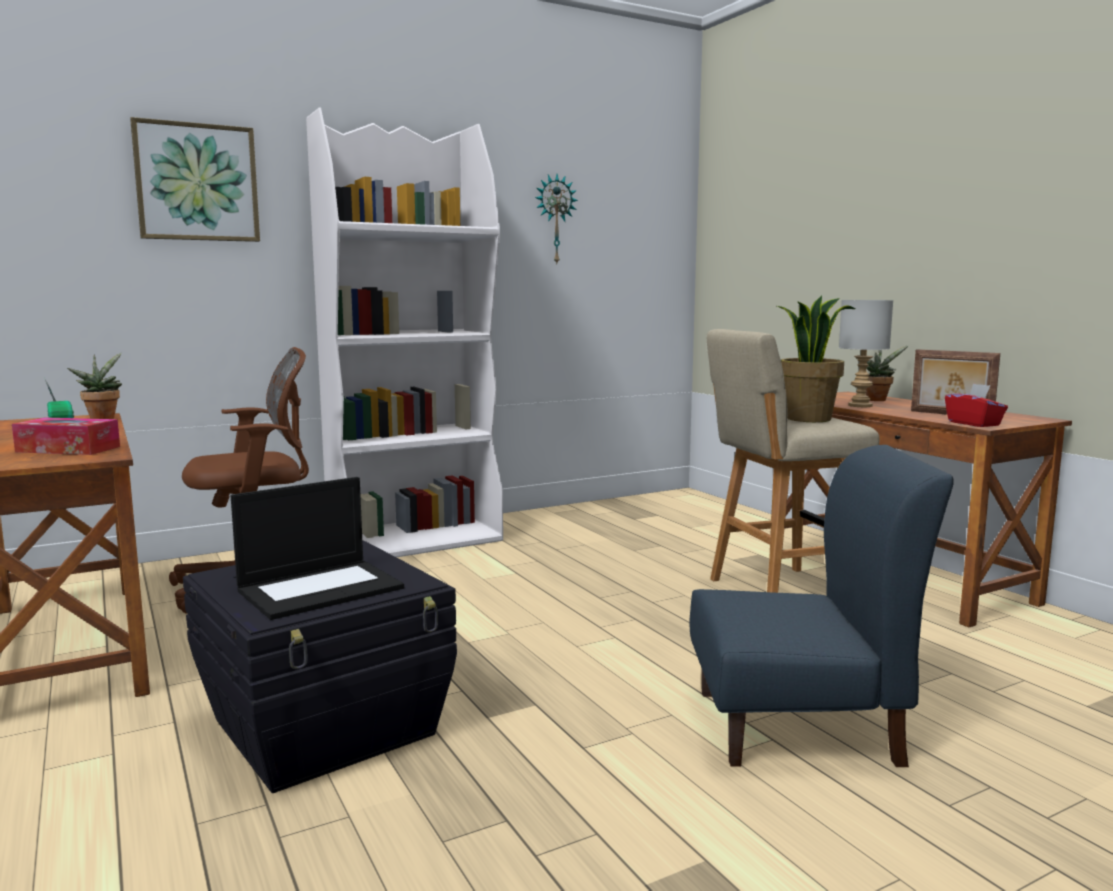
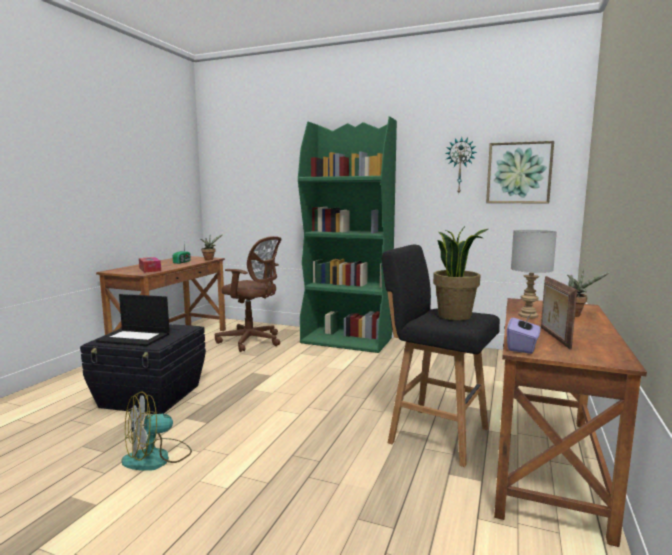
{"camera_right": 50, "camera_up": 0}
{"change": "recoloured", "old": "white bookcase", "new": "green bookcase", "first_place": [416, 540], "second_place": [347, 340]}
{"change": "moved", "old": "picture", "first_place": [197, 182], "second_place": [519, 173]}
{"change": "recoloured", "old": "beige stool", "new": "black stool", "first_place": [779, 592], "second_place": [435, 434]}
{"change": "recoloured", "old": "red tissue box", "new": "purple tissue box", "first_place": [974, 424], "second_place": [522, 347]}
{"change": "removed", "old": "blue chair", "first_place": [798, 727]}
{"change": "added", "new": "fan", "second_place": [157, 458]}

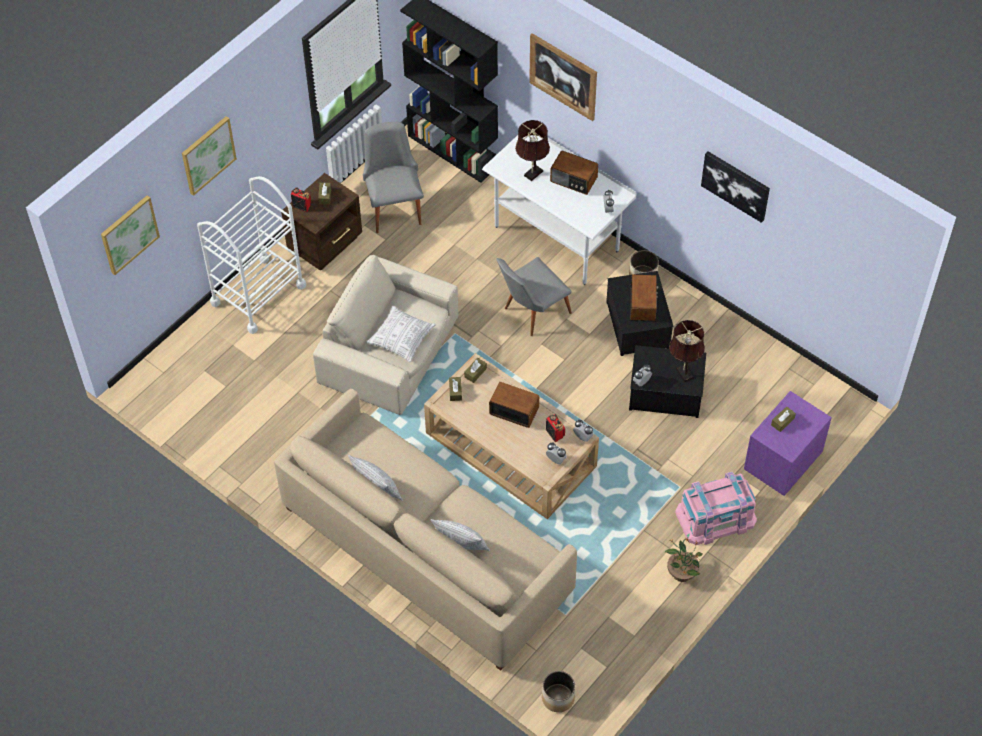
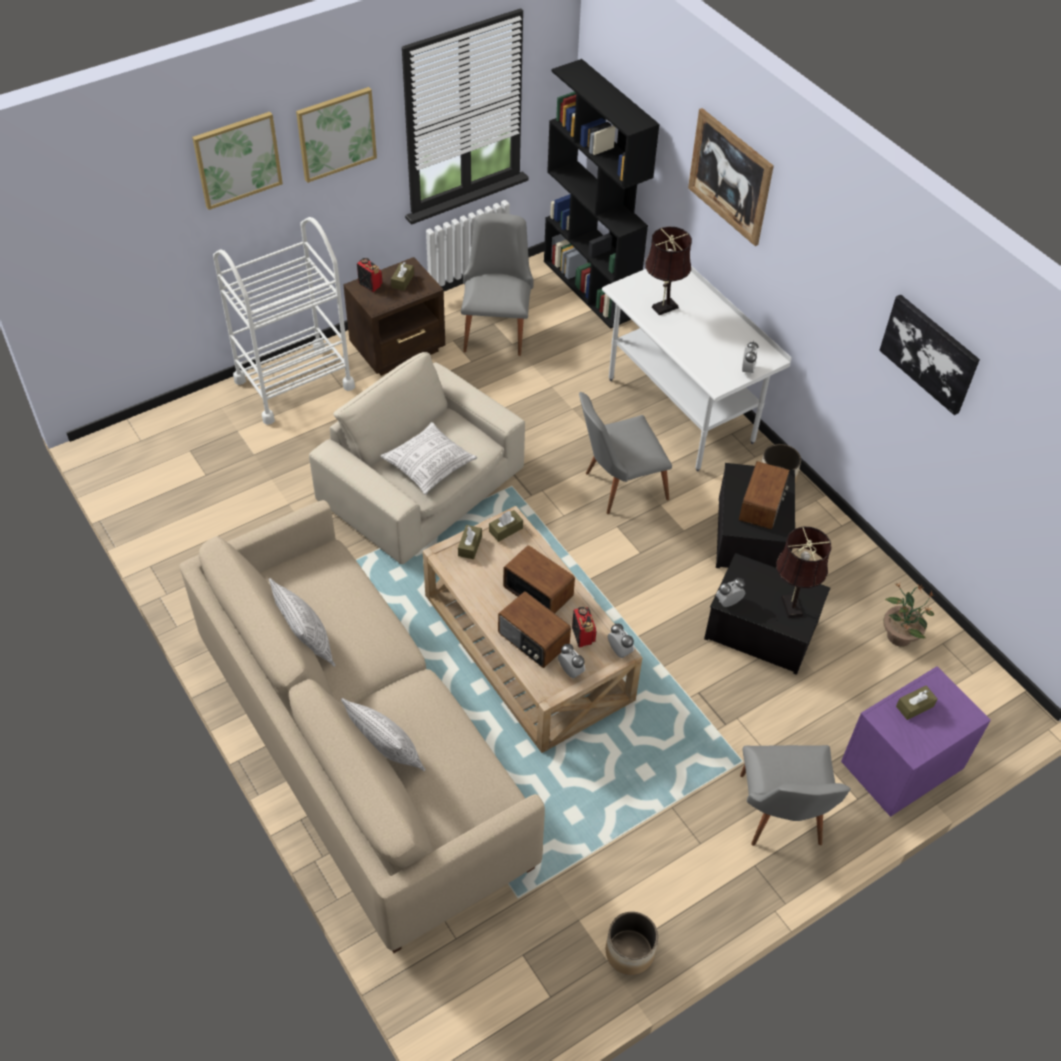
{"camera_right": 15, "camera_up": -5}
{"change": "moved", "old": "radio", "first_place": [573, 180], "second_place": [533, 640]}
{"change": "moved", "old": "picture", "first_place": [129, 234], "second_place": [336, 133]}
{"change": "replaced", "old": "pink storage box", "new": "grey chair", "first_place": [715, 517], "second_place": [781, 818]}
{"change": "moved", "old": "potted plant", "first_place": [682, 573], "second_place": [899, 635]}
{"change": "moved", "old": "planter", "first_place": [558, 698], "second_place": [630, 952]}

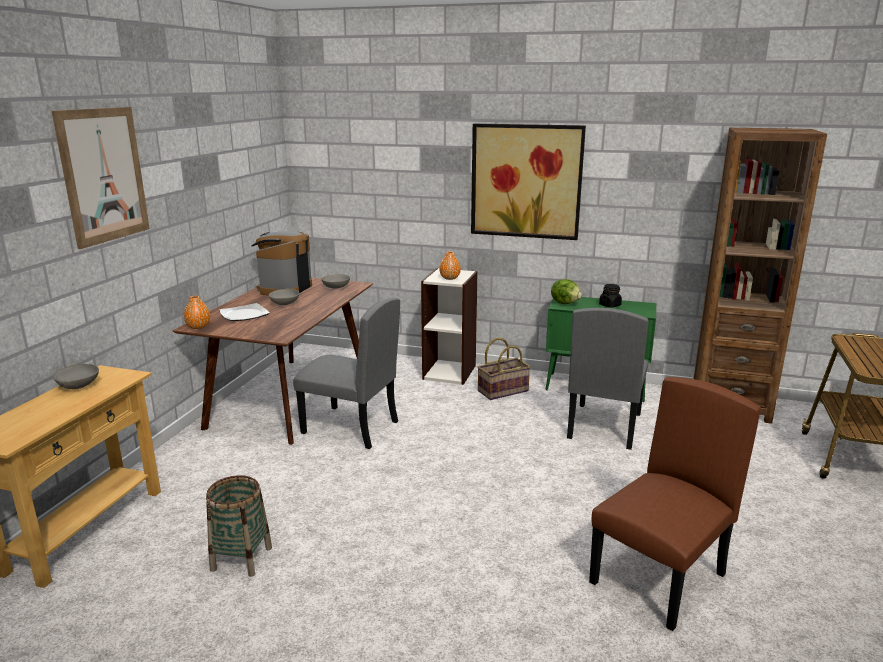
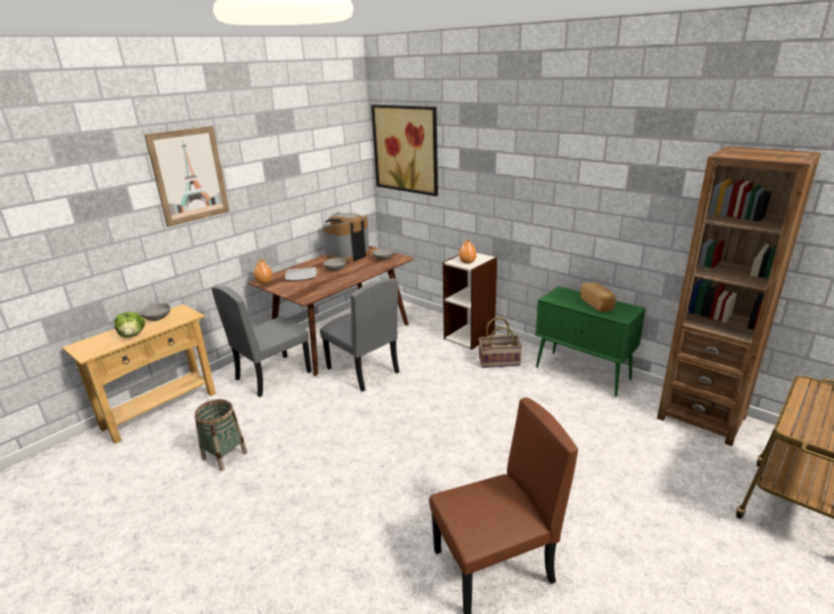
{"camera_right": 25, "camera_up": 5}
{"change": "moved", "old": "picture", "first_place": [526, 181], "second_place": [405, 149]}
{"change": "moved", "old": "lettuce", "first_place": [565, 303], "second_place": [132, 335]}
{"change": "replaced", "old": "black jar", "new": "bread", "first_place": [610, 305], "second_place": [597, 304]}
{"change": "moved", "old": "grey chair", "first_place": [603, 426], "second_place": [273, 375]}

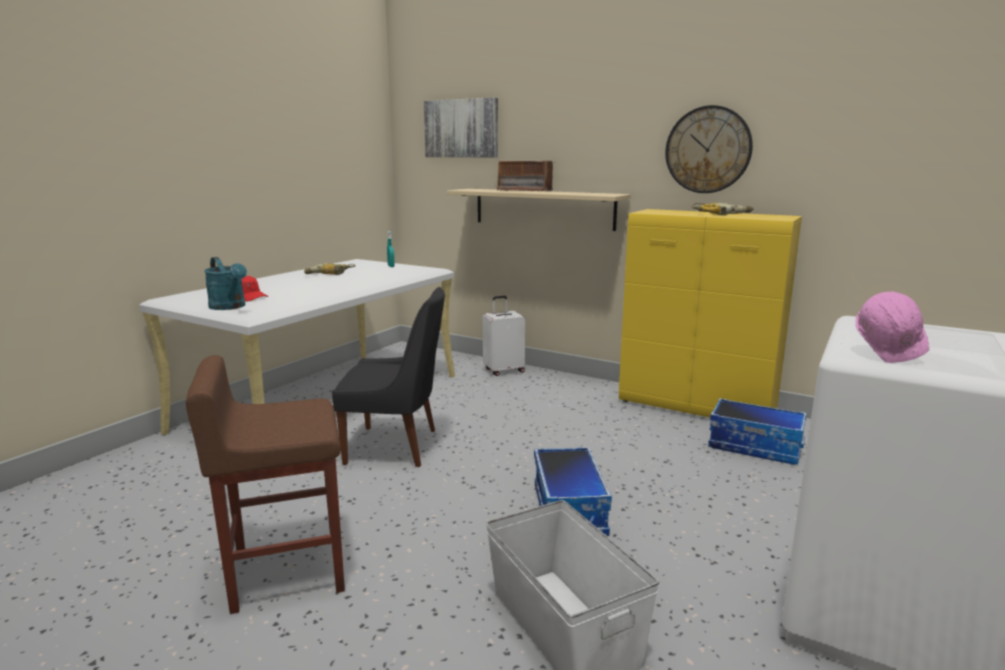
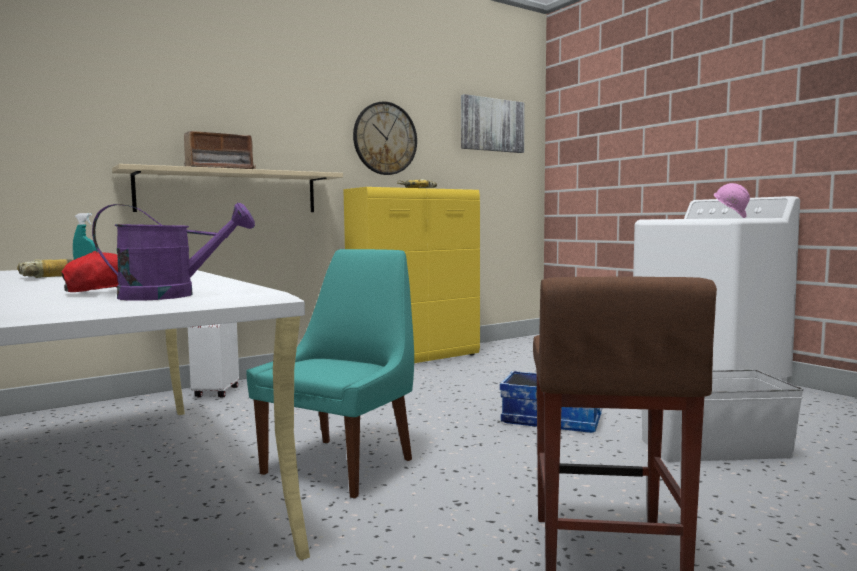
{"camera_right": -65, "camera_up": -10}
{"change": "moved", "old": "picture", "first_place": [461, 128], "second_place": [492, 125]}
{"change": "recoloured", "old": "turquoise watering can", "new": "purple watering can", "first_place": [230, 307], "second_place": [172, 295]}
{"change": "recoloured", "old": "black chair", "new": "turquoise chair", "first_place": [396, 447], "second_place": [342, 464]}
{"change": "removed", "old": "storage box", "first_place": [755, 447]}

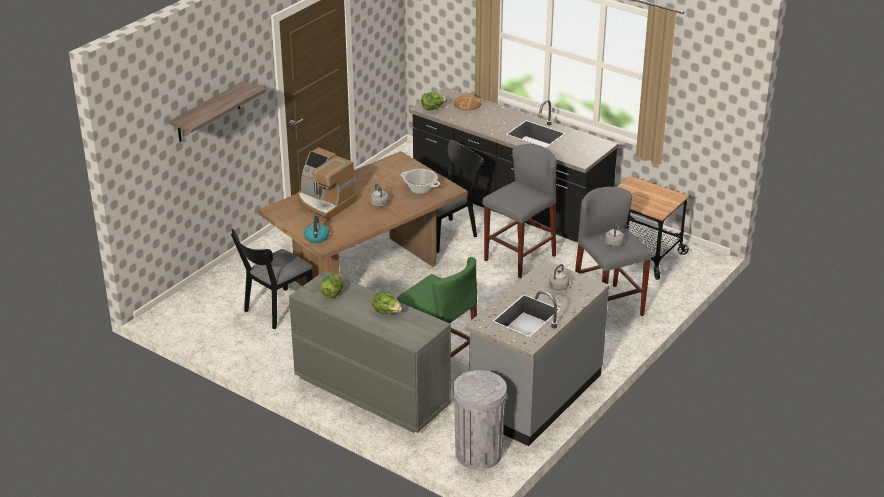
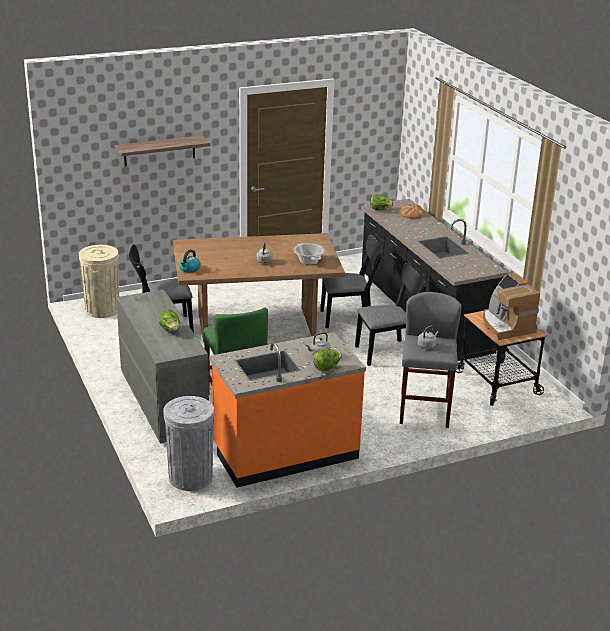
{"camera_right": 30, "camera_up": -5}
{"change": "replaced", "old": "grey stool", "new": "black chair", "first_place": [519, 258], "second_place": [389, 352]}
{"change": "moved", "old": "coffee machine", "first_place": [324, 203], "second_place": [505, 325]}
{"change": "recoloured", "old": "grey counter", "new": "orange counter", "first_place": [534, 395], "second_place": [285, 452]}
{"change": "moved", "old": "lettuce", "first_place": [332, 293], "second_place": [327, 368]}
{"change": "added", "new": "beige trash can", "second_place": [102, 310]}

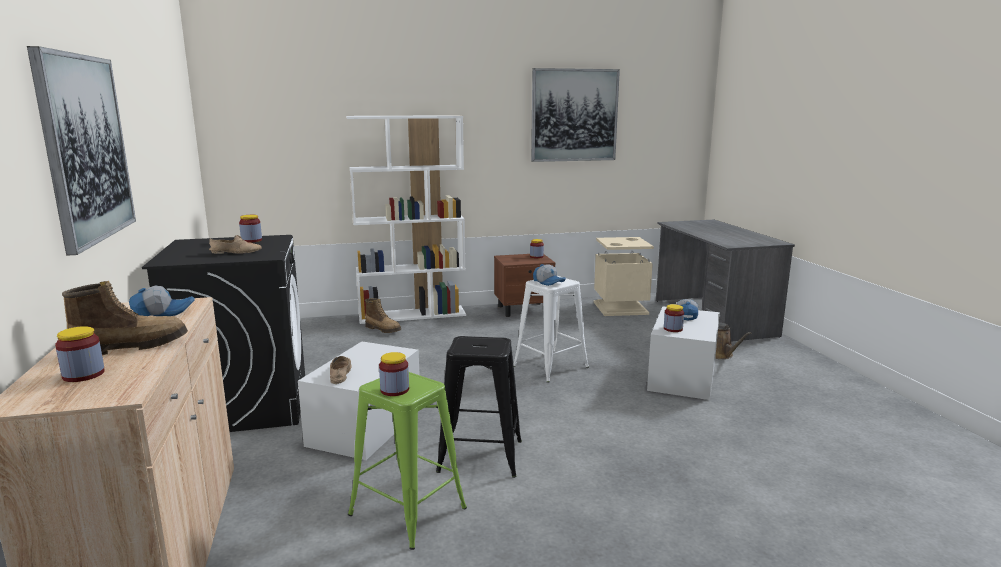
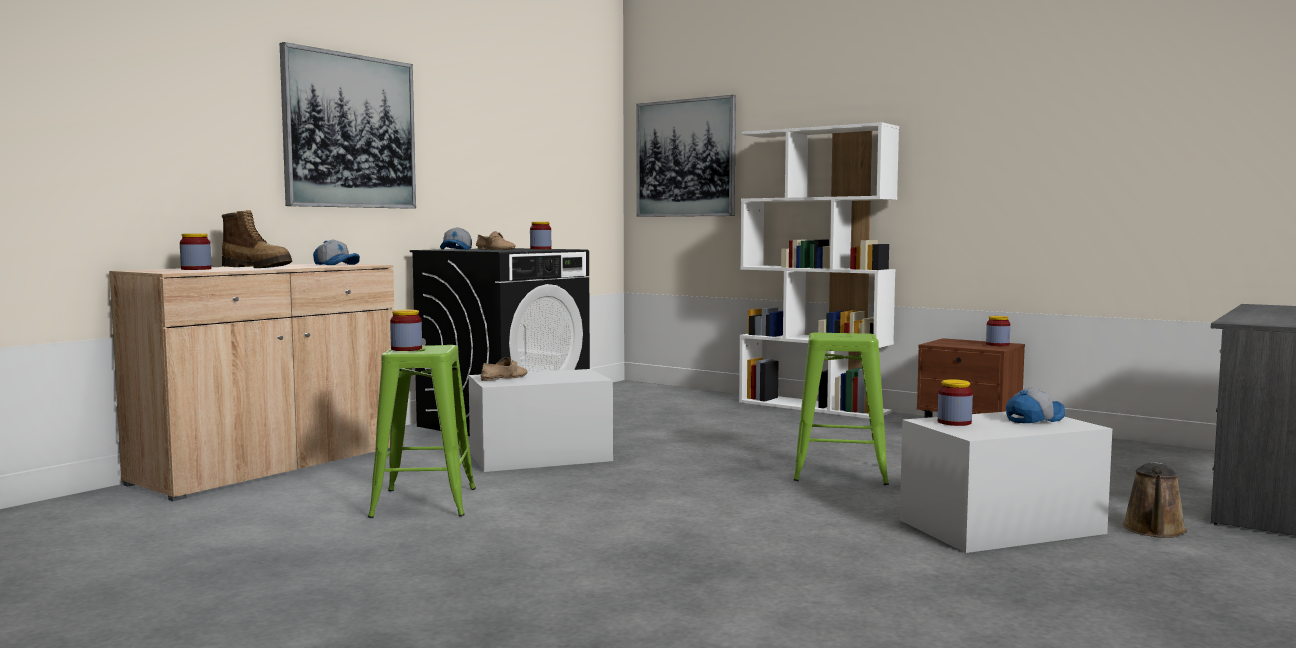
{"camera_right": 50, "camera_up": -10}
{"change": "moved", "old": "picture", "first_place": [574, 115], "second_place": [685, 158]}
{"change": "removed", "old": "beige trash can", "first_place": [620, 308]}
{"change": "moved", "old": "cap", "first_place": [549, 282], "second_place": [457, 249]}
{"change": "recoloured", "old": "white stool", "new": "green stool", "first_place": [550, 367], "second_place": [839, 473]}
{"change": "removed", "old": "boot", "first_place": [383, 329]}
{"change": "removed", "old": "black stool", "first_place": [481, 456]}

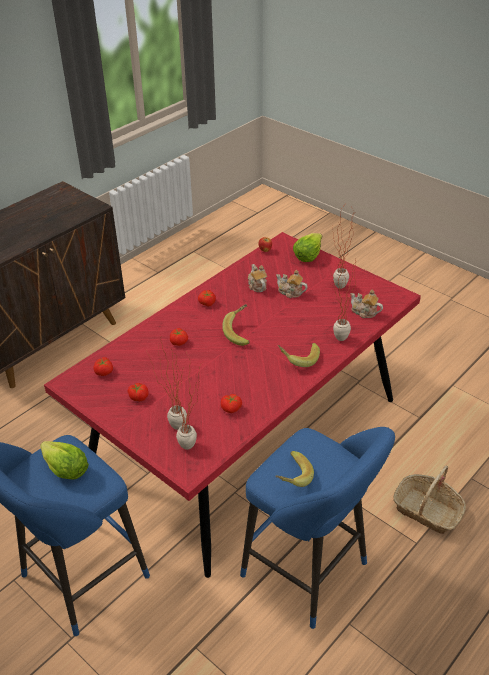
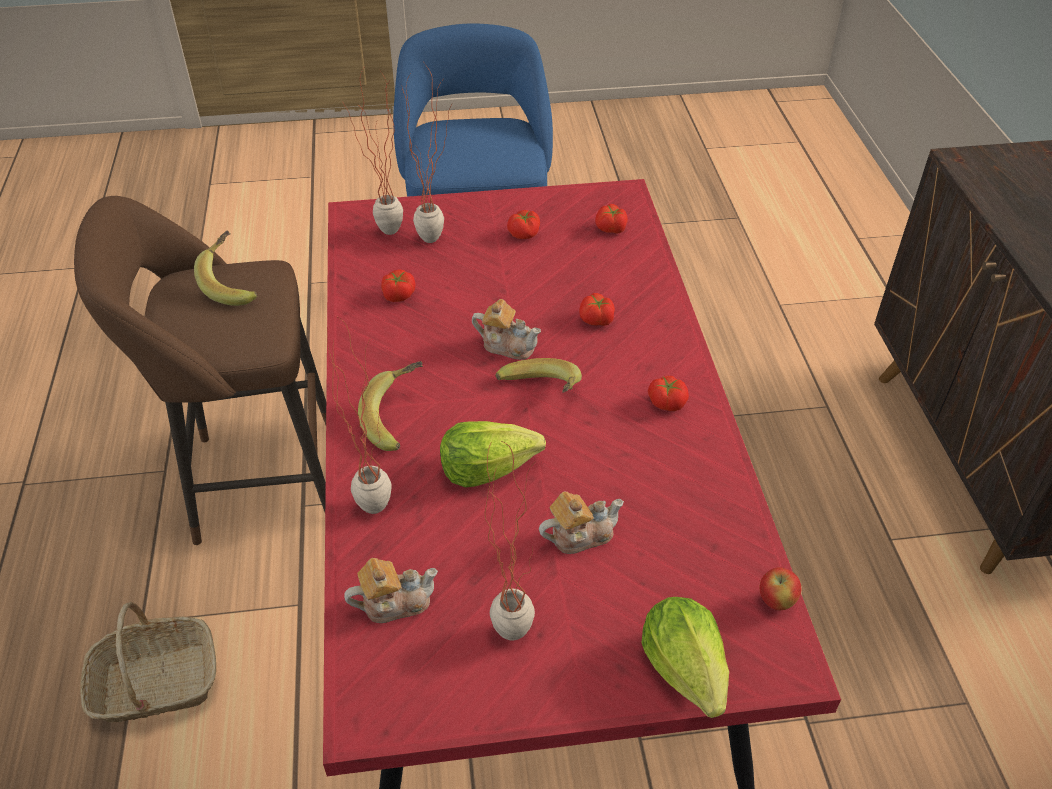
{"camera_right": 130, "camera_up": 5}
{"change": "moved", "old": "teapot", "first_place": [257, 286], "second_place": [507, 345]}
{"change": "recoloured", "old": "blue stool", "new": "brown stool", "first_place": [310, 573], "second_place": [255, 481]}
{"change": "moved", "old": "lettuce", "first_place": [65, 469], "second_place": [487, 467]}

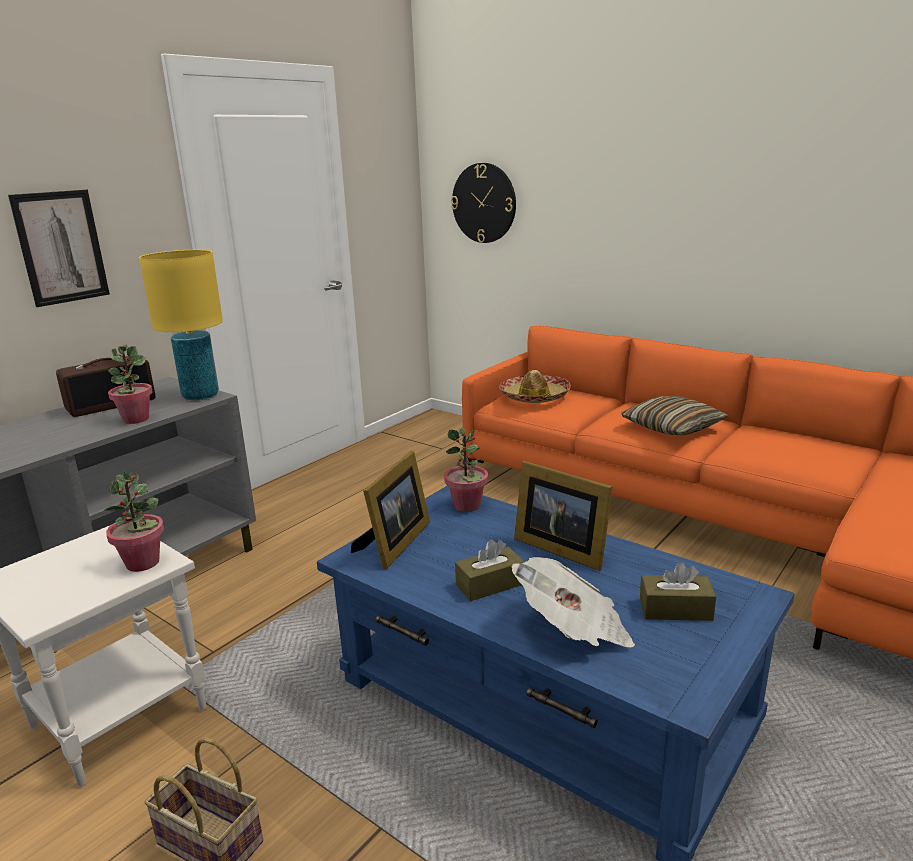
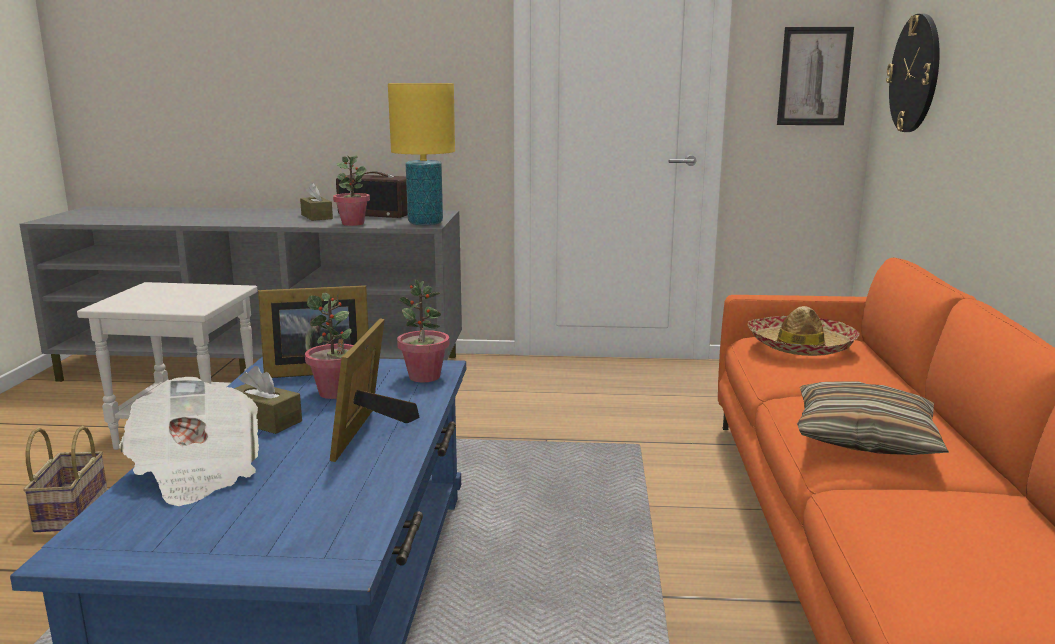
{"camera_right": 55, "camera_up": -5}
{"change": "moved", "old": "picture", "first_place": [61, 247], "second_place": [814, 76]}
{"change": "moved", "old": "potted plant", "first_place": [143, 563], "second_place": [336, 393]}
{"change": "moved", "old": "brown tissue box", "first_place": [675, 609], "second_place": [316, 217]}

